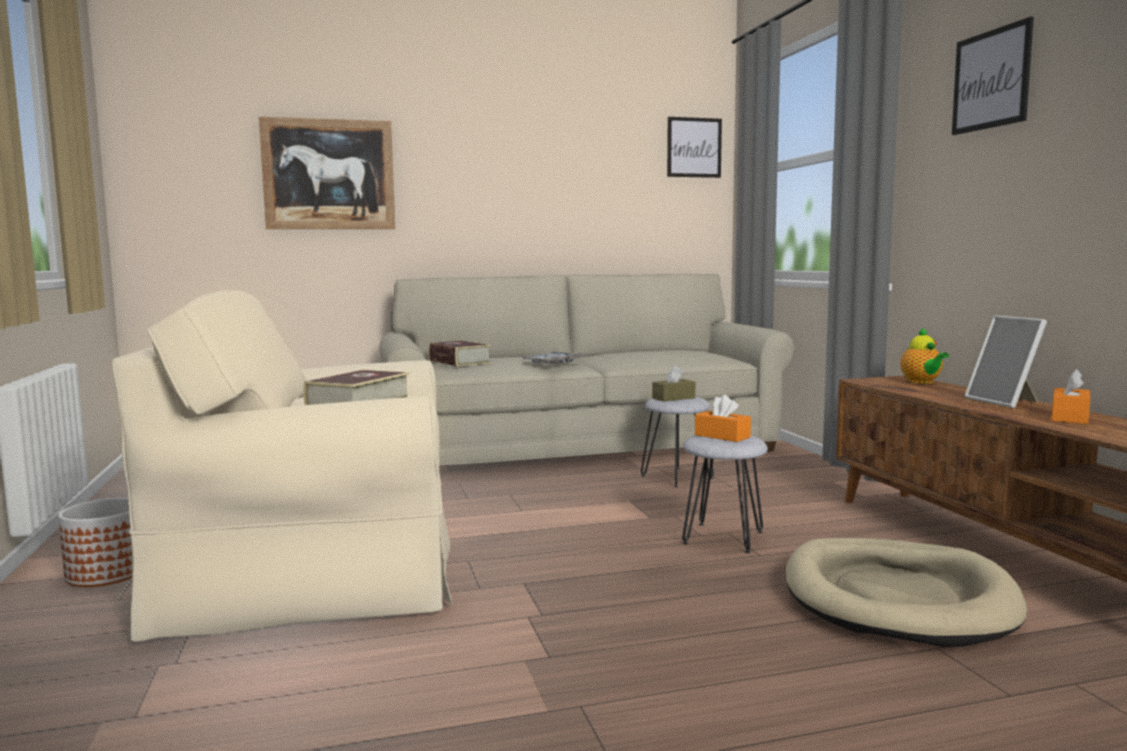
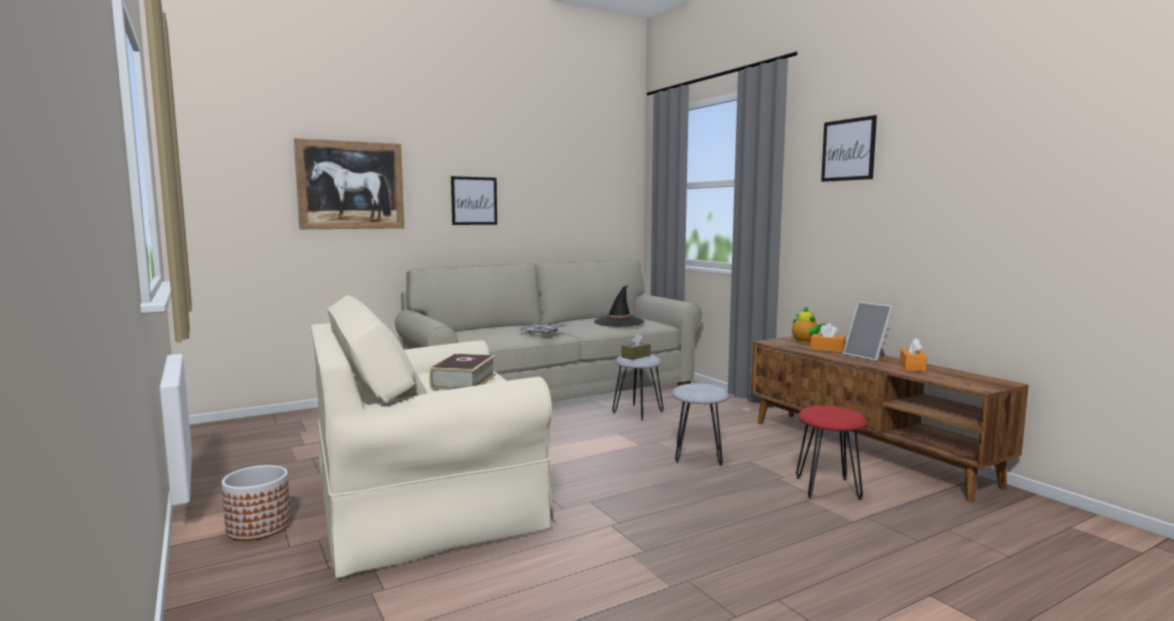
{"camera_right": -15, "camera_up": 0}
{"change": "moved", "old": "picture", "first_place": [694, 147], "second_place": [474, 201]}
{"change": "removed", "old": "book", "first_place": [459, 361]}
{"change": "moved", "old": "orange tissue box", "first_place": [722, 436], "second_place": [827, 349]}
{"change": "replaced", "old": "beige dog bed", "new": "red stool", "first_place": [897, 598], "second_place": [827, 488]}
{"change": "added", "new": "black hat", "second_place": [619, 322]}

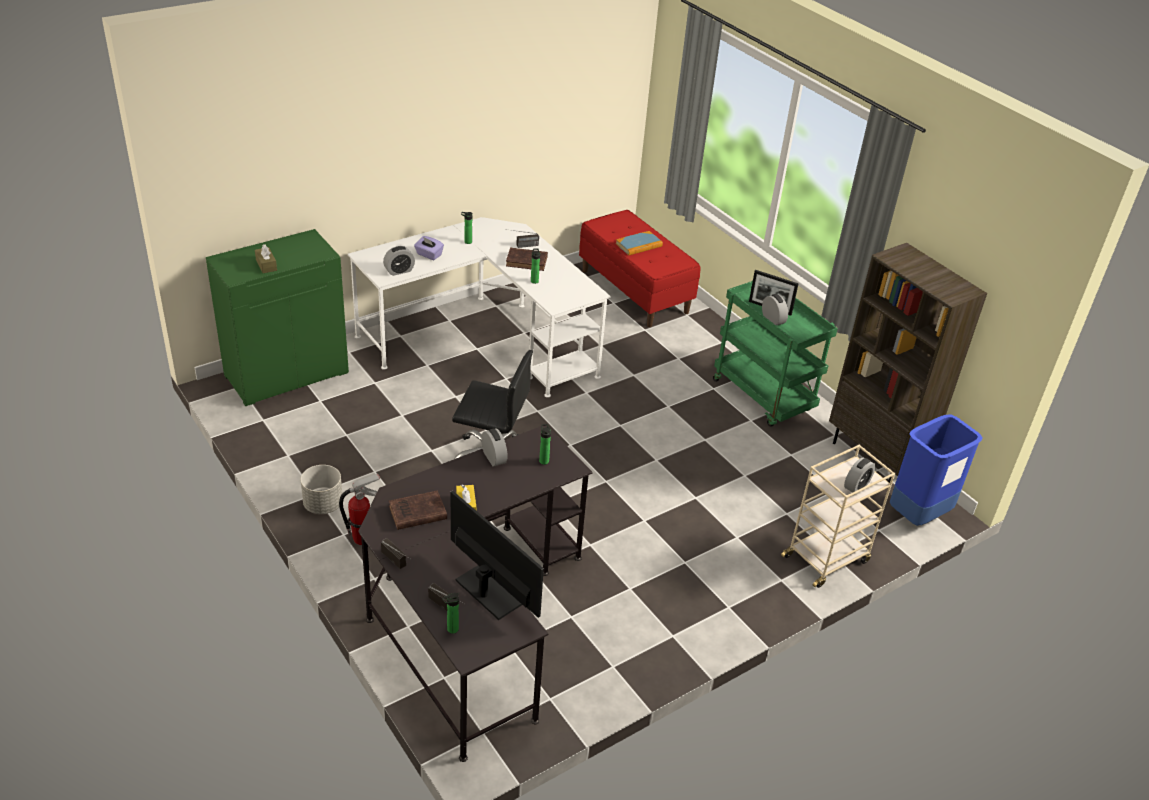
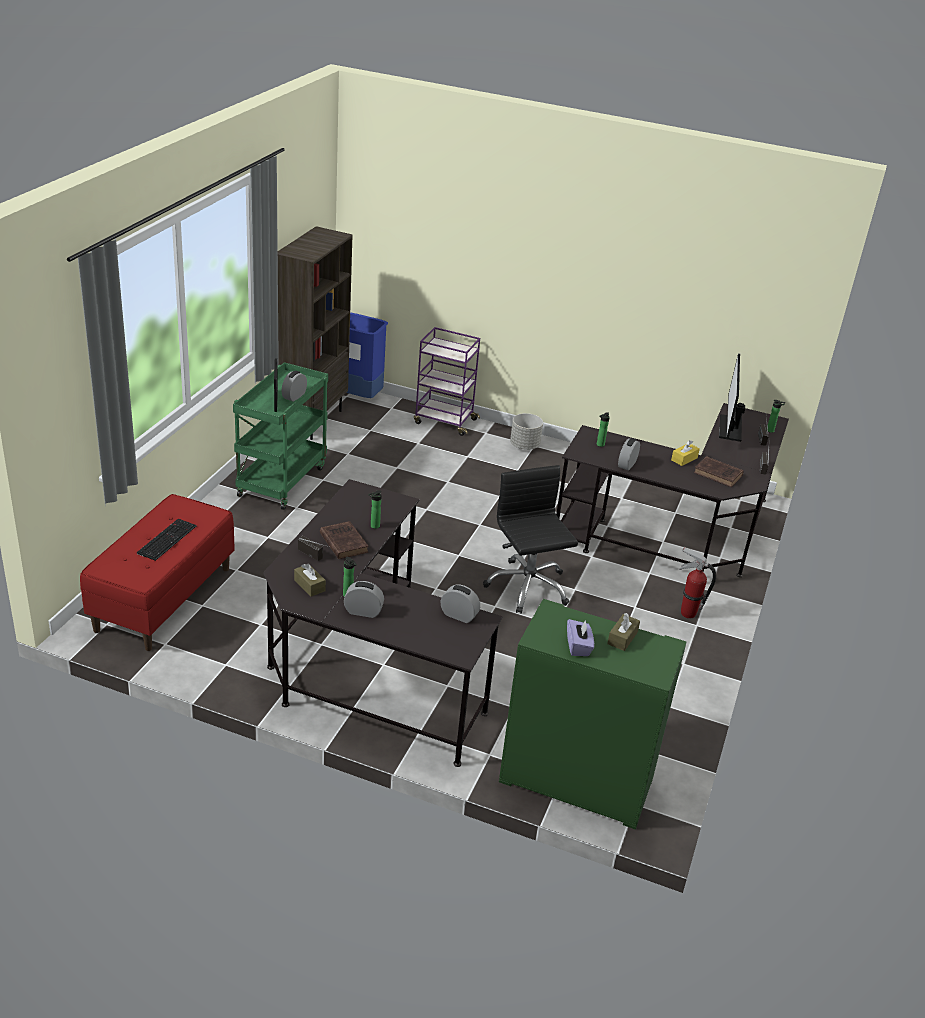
{"camera_right": -125, "camera_up": -5}
{"change": "recoloured", "old": "white desk", "new": "black desk", "first_place": [483, 340], "second_place": [364, 666]}
{"change": "replaced", "old": "book", "new": "keyboard", "first_place": [639, 245], "second_place": [166, 539]}
{"change": "moved", "old": "purple tissue box", "first_place": [429, 255], "second_place": [578, 646]}
{"change": "recoloured", "old": "beige cart", "new": "purple cart", "first_place": [826, 558], "second_place": [444, 421]}
{"change": "moved", "old": "alarm clock", "first_place": [856, 486], "second_place": [363, 611]}
{"change": "moved", "old": "grey planter", "first_place": [323, 505], "second_place": [524, 446]}
{"change": "added", "new": "brown tissue box", "second_place": [309, 585]}

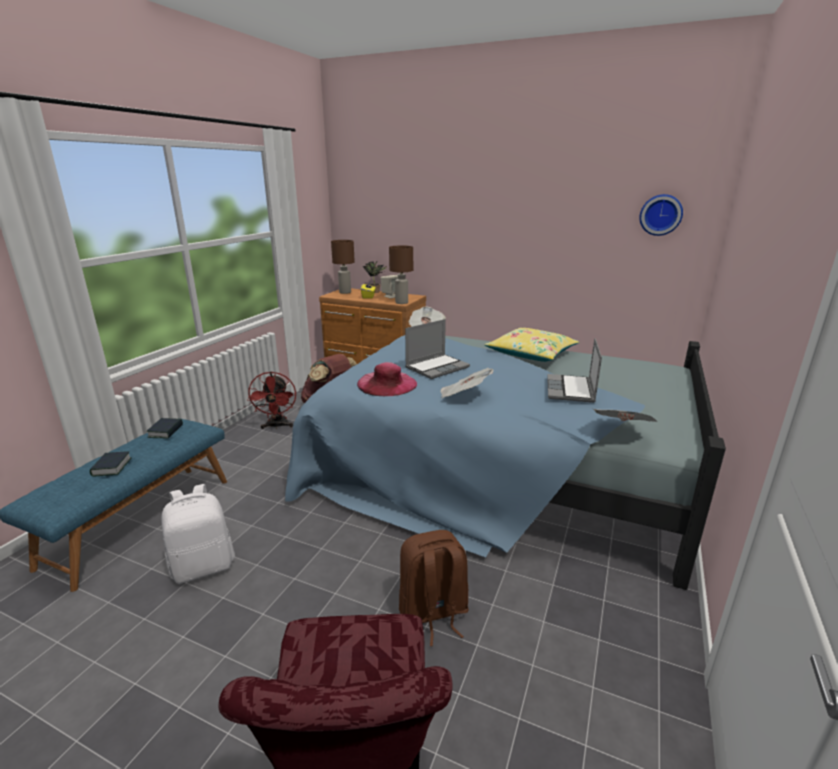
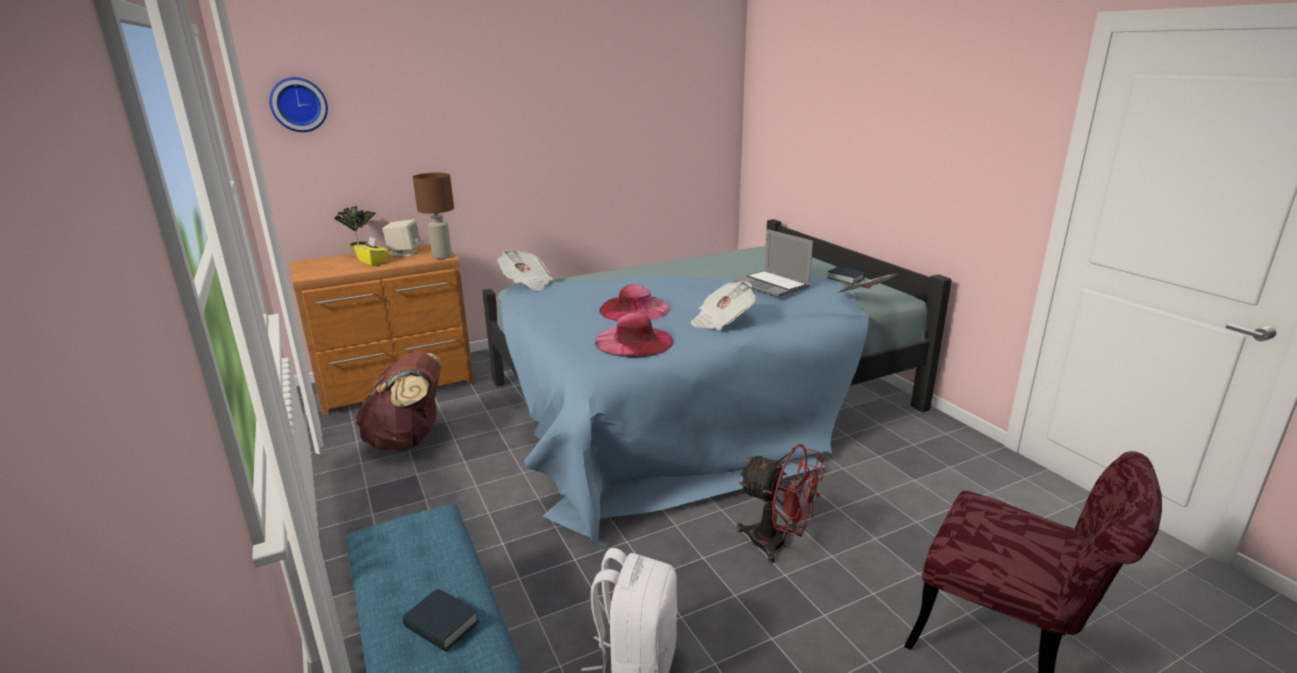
{"camera_right": -50, "camera_up": 0}
{"change": "moved", "old": "wall clock", "first_place": [660, 215], "second_place": [298, 104]}
{"change": "removed", "old": "brown table lamp", "first_place": [345, 292]}
{"change": "replaced", "old": "laptop", "new": "pink hat", "first_place": [437, 367], "second_place": [634, 309]}
{"change": "removed", "old": "yellow pillow", "first_place": [531, 354]}
{"change": "moved", "old": "red fan", "first_place": [277, 426], "second_place": [777, 544]}
{"change": "moved", "old": "book", "first_place": [166, 431], "second_place": [845, 279]}
{"change": "removed", "old": "brown backpack", "first_place": [433, 613]}

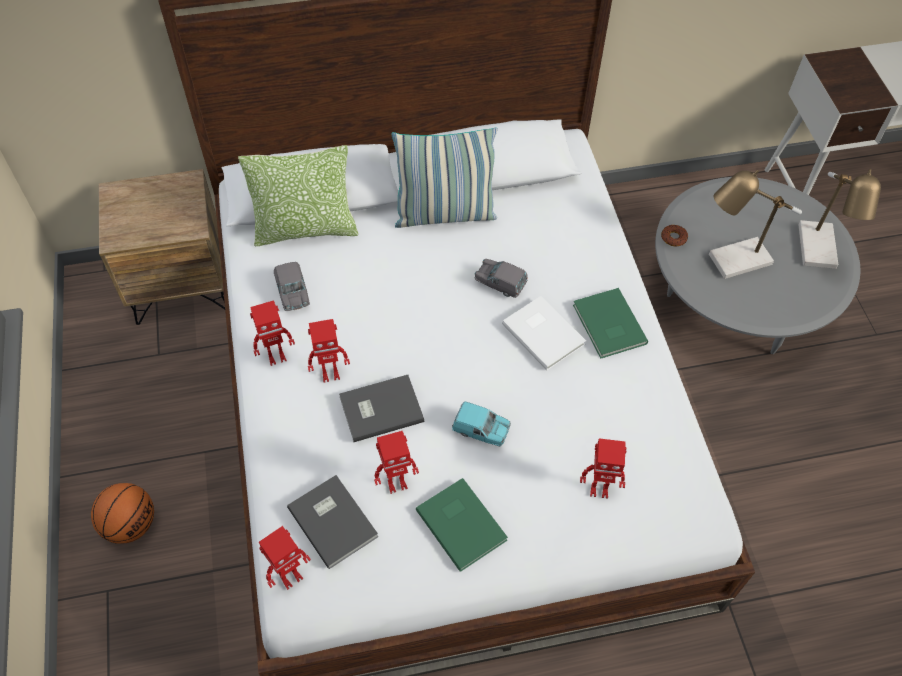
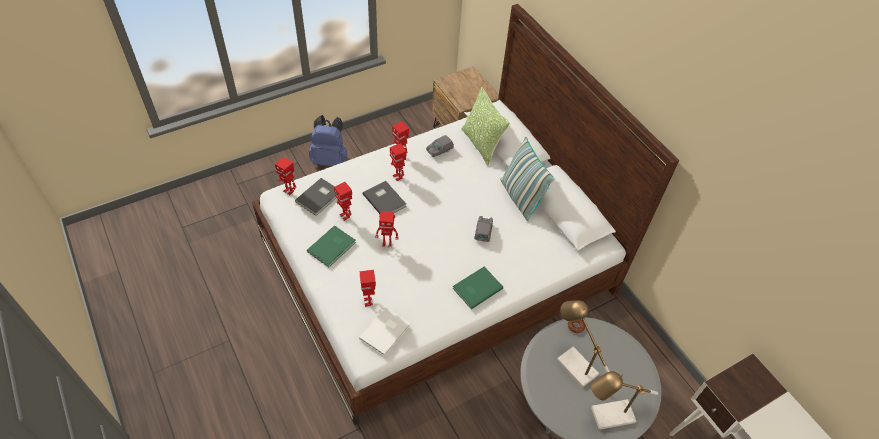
{"camera_right": 70, "camera_up": -5}
{"change": "moved", "old": "white book", "first_place": [544, 332], "second_place": [386, 332]}
{"change": "replaced", "old": "turquoise toy car", "new": "toy robot", "first_place": [481, 430], "second_place": [387, 243]}
{"change": "replaced", "old": "basketball", "new": "blue backpack", "first_place": [130, 524], "second_place": [330, 159]}

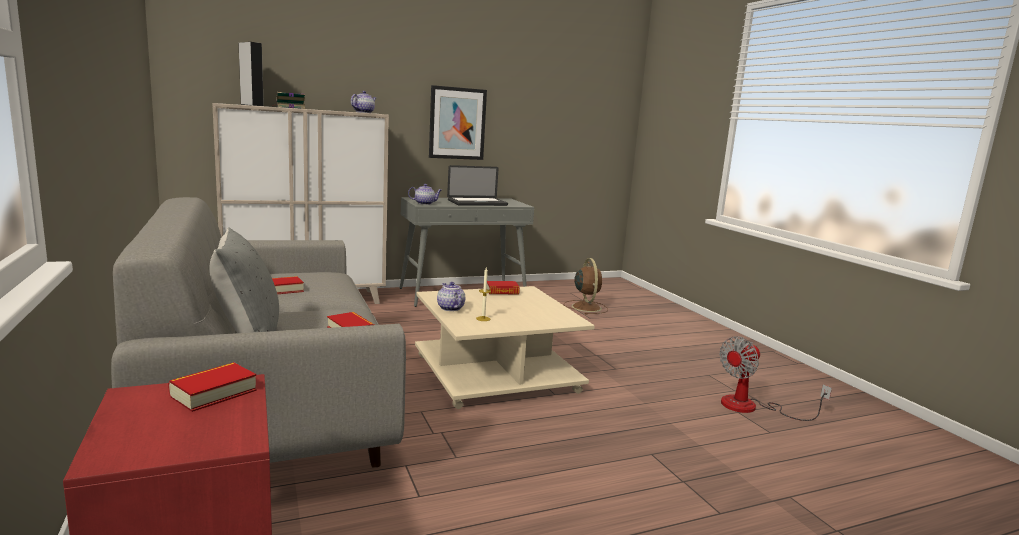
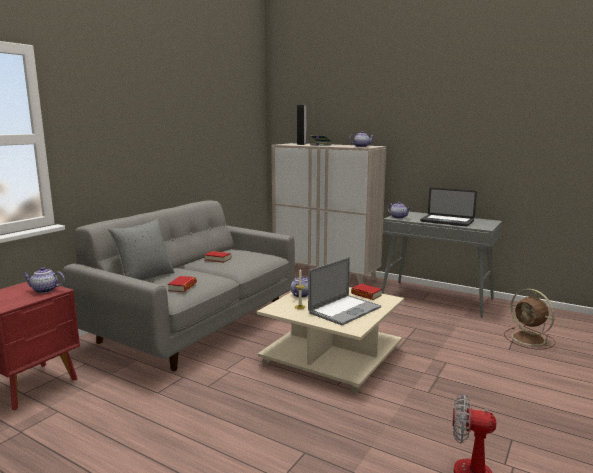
{"camera_right": 55, "camera_up": 0}
{"change": "removed", "old": "picture", "first_place": [457, 123]}
{"change": "turned", "old": "brown fan", "first_place": [586, 307], "second_place": [529, 339], "degrees": 105}
{"change": "replaced", "old": "book", "new": "teapot", "first_place": [213, 393], "second_place": [44, 290]}
{"change": "added", "new": "laptop", "second_place": [344, 310]}

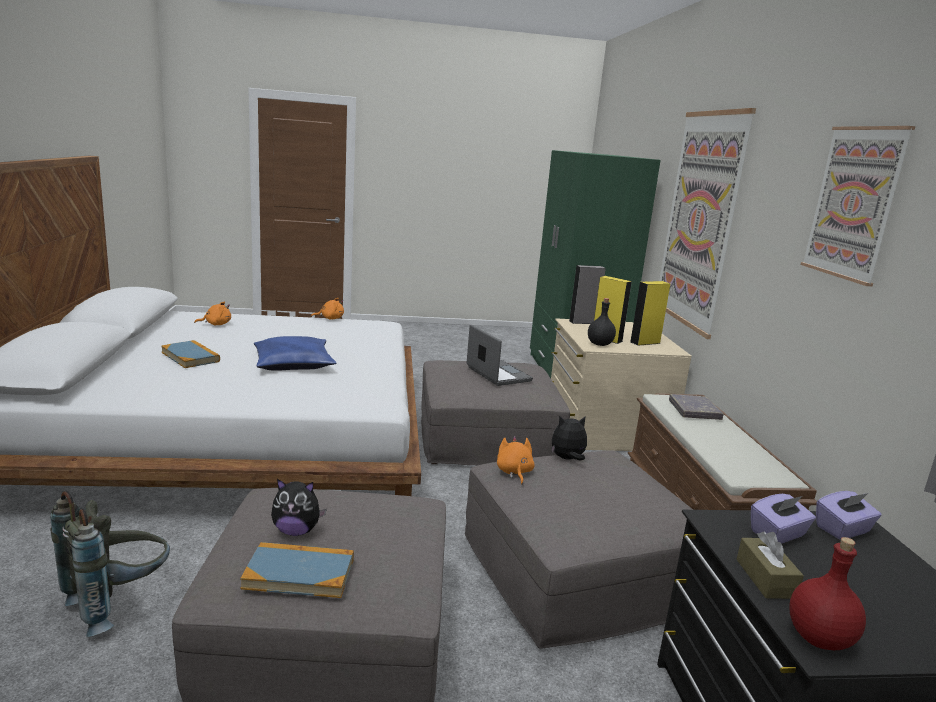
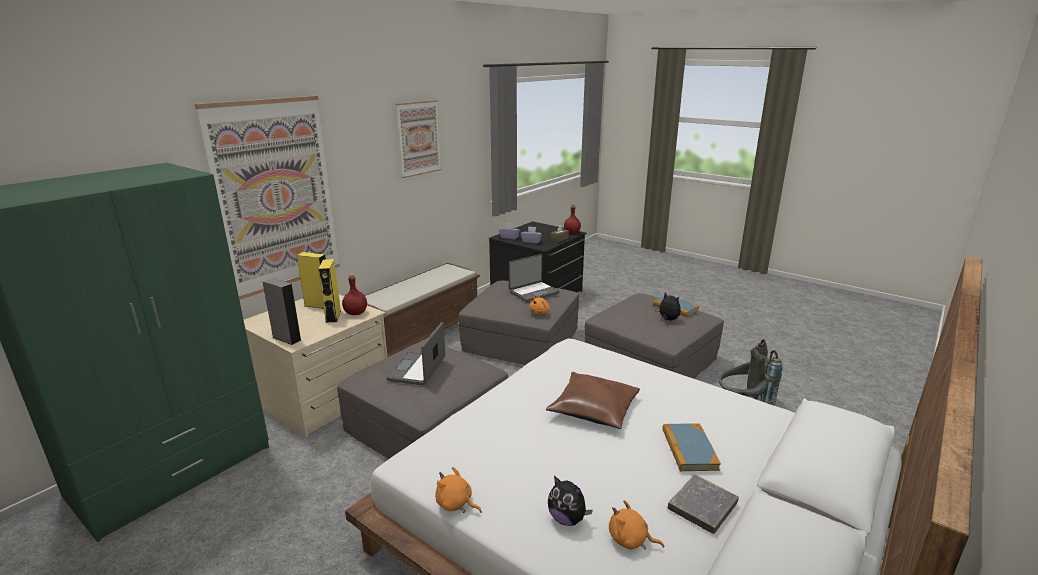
{"camera_right": -135, "camera_up": 5}
{"change": "recoloured", "old": "black bottle", "new": "red bottle", "first_place": [599, 344], "second_place": [356, 313]}
{"change": "recoloured", "old": "blue pillow", "new": "brown pillow", "first_place": [293, 363], "second_place": [593, 409]}
{"change": "moved", "old": "grey book", "first_place": [694, 410], "second_place": [702, 507]}
{"change": "moved", "old": "plush toy", "first_place": [567, 459], "second_place": [567, 519]}
{"change": "added", "new": "laptop", "second_place": [533, 292]}

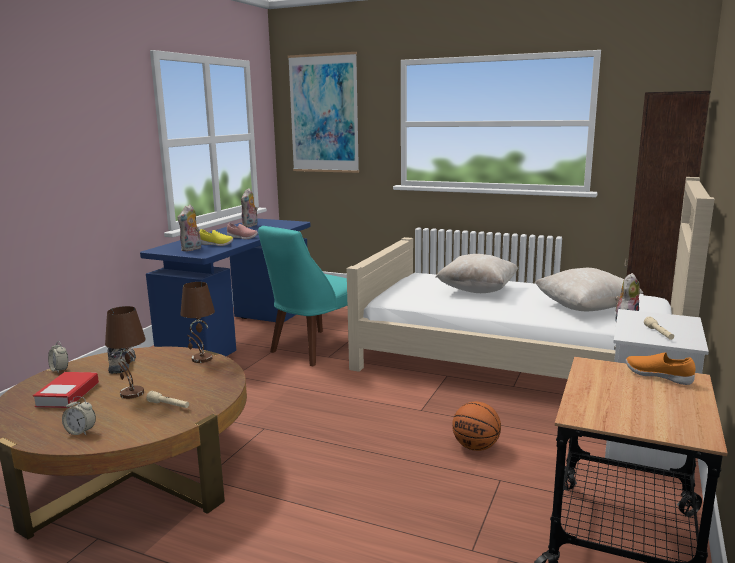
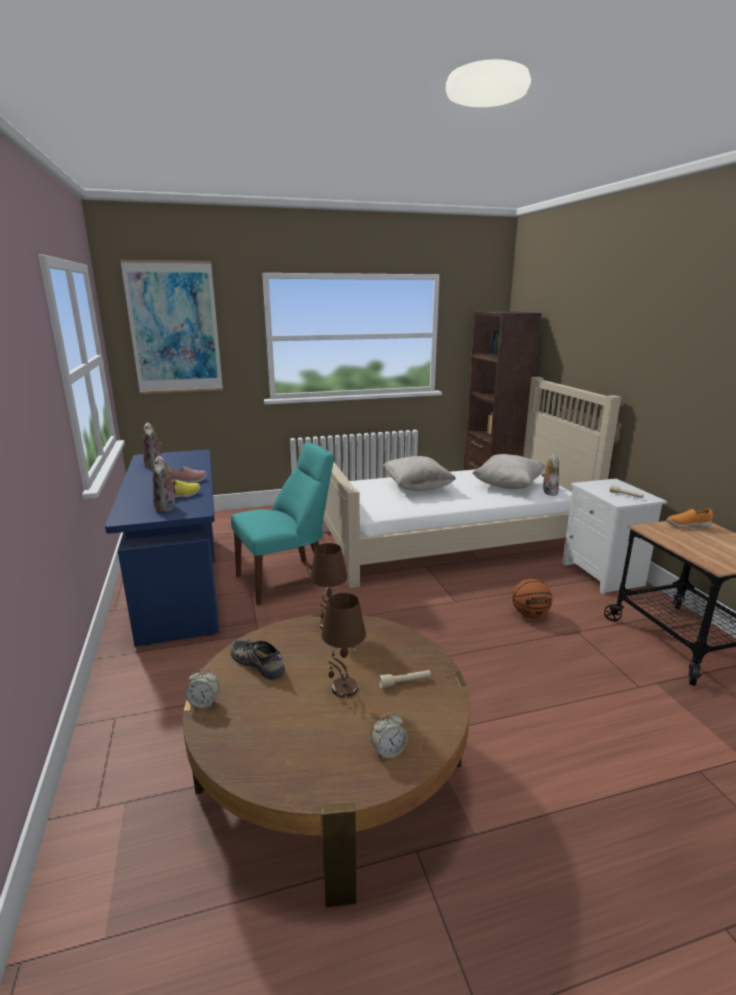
{"camera_right": -40, "camera_up": 5}
{"change": "turned", "old": "turquoise chair", "first_place": [314, 349], "second_place": [287, 579], "degrees": -120}
{"change": "removed", "old": "book", "first_place": [68, 394]}

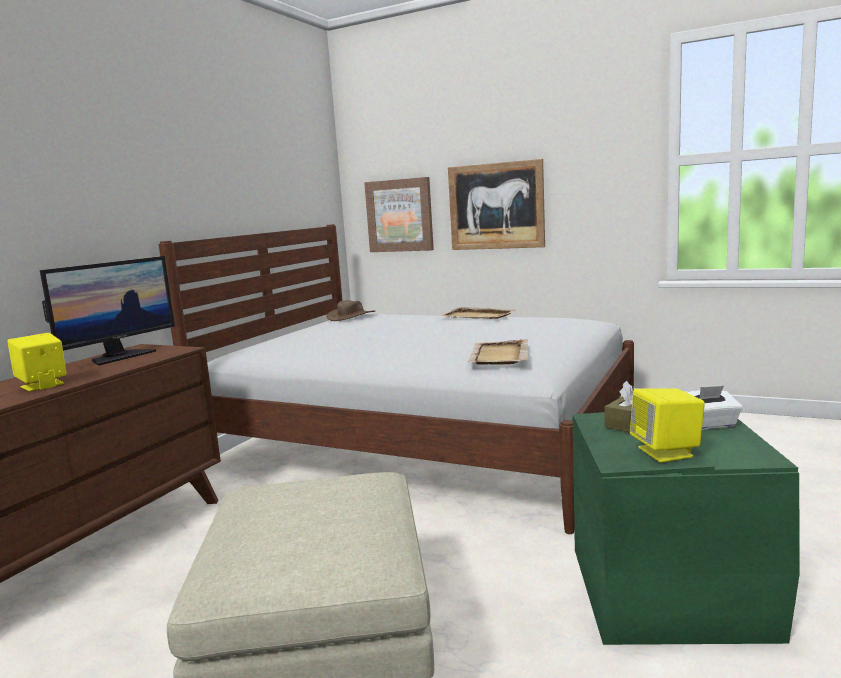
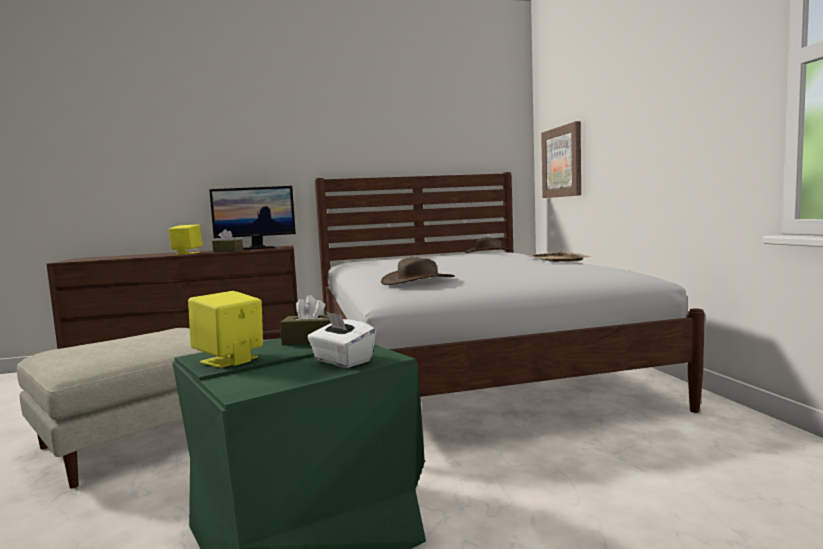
{"camera_right": 50, "camera_up": -5}
{"change": "removed", "old": "picture", "first_place": [496, 206]}
{"change": "replaced", "old": "beige tray", "new": "brown hat", "first_place": [499, 355], "second_place": [418, 280]}
{"change": "added", "new": "brown tissue box", "second_place": [228, 251]}

